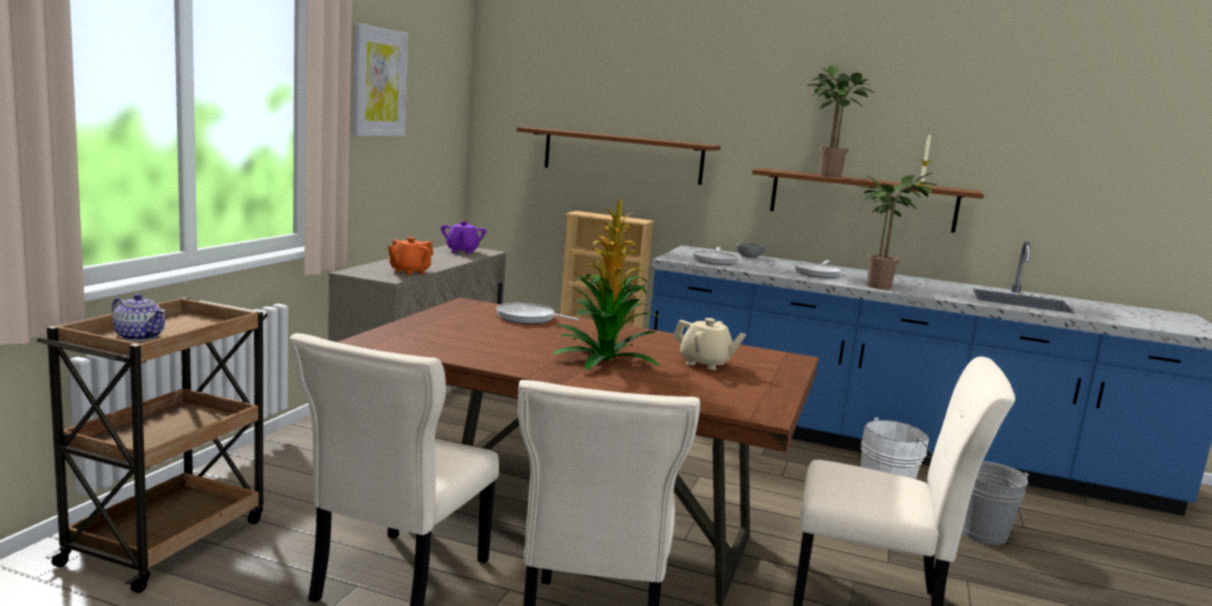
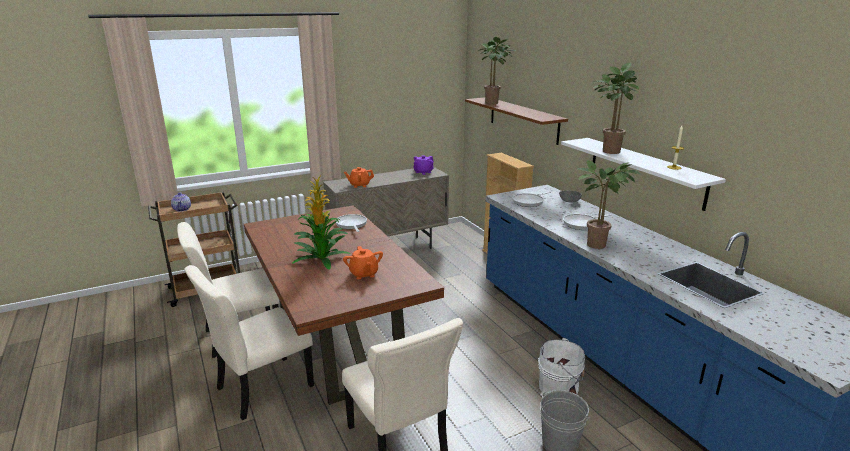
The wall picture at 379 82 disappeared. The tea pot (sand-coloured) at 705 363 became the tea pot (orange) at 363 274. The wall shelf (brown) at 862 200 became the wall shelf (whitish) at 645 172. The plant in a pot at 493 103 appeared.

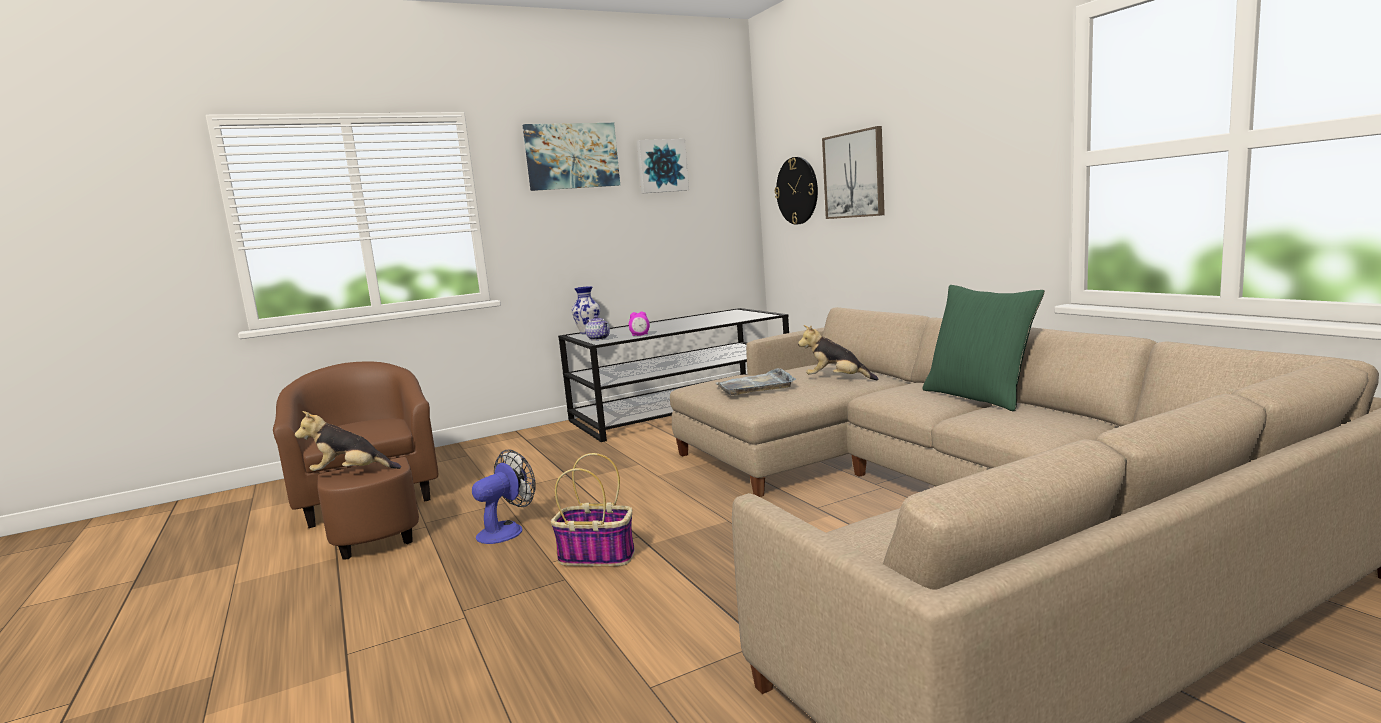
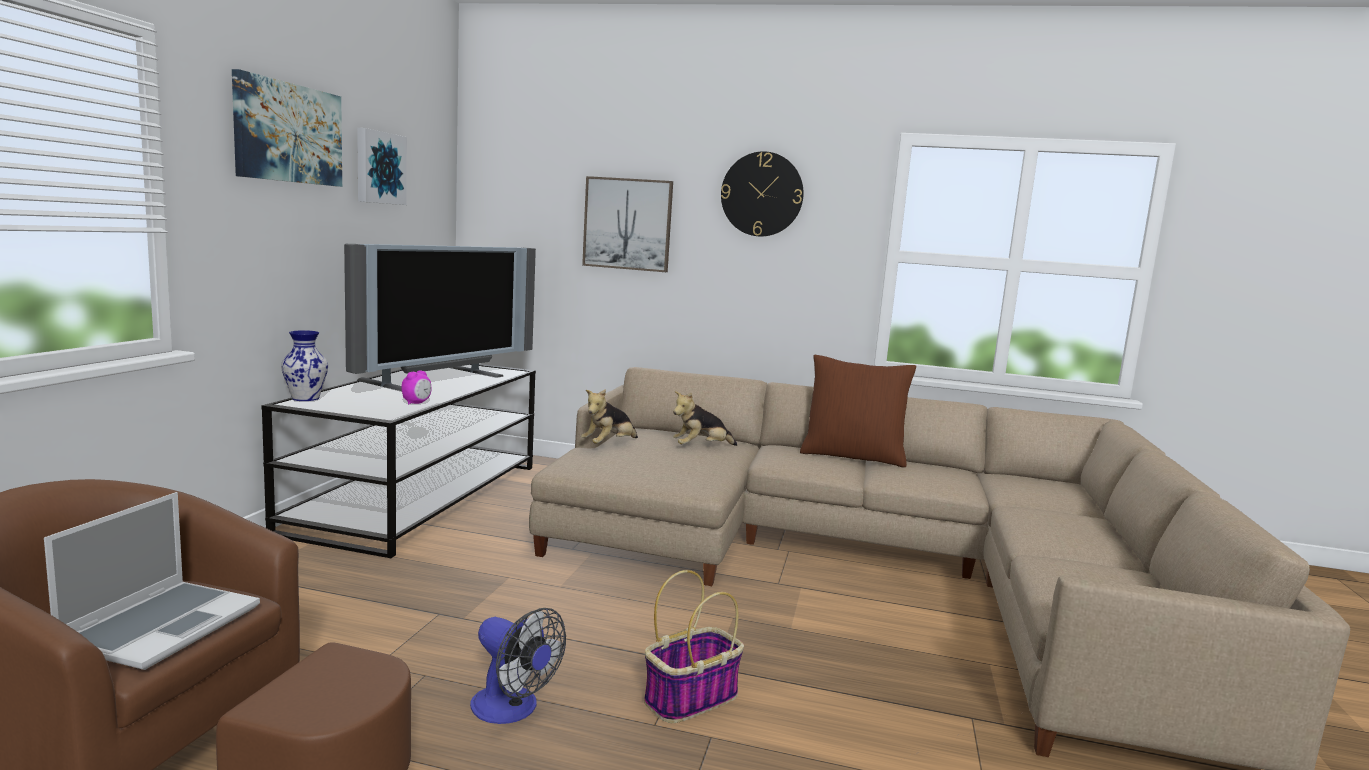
The cuddly toy moved from 351 473 to 609 445. The cooling fan at 506 530 turned 135 degrees clockwise. The tea pot at 599 338 disappeared. The serving tray (grey) at 755 385 disappeared. The clock on the wall moved from 797 190 to 762 194. The throw pillow (green) at 979 397 became the throw pillow (brown) at 853 456. The portable computer at 162 626 appeared. The television at 442 380 appeared.

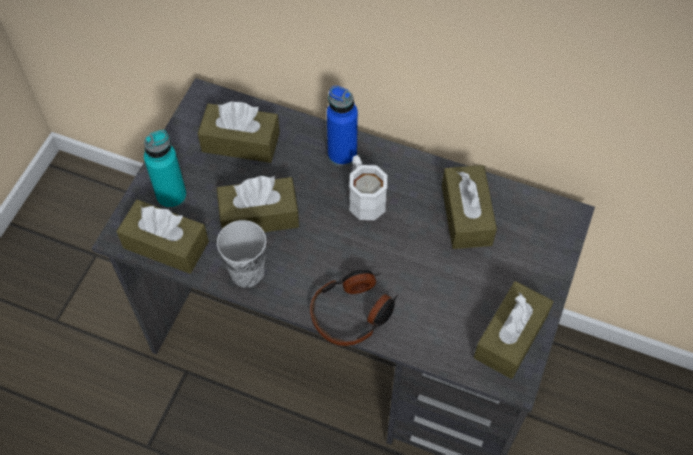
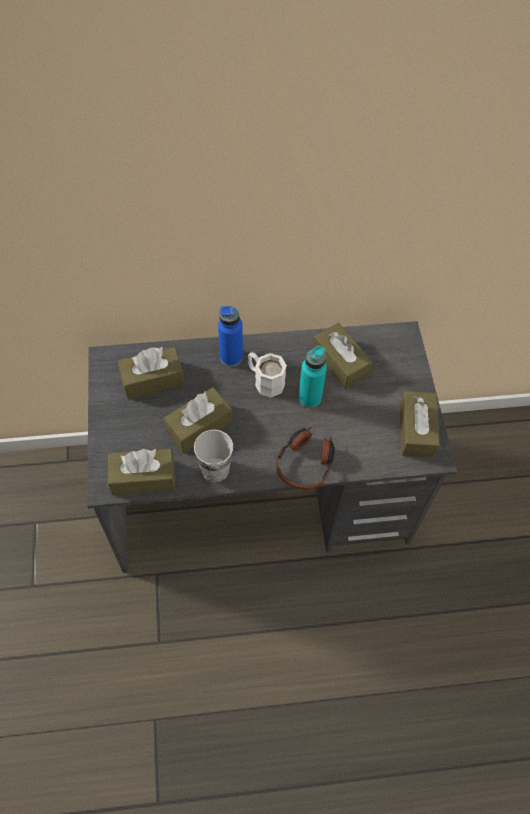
The bottle (turquoise-coloured) moved from 171 196 to 309 398.

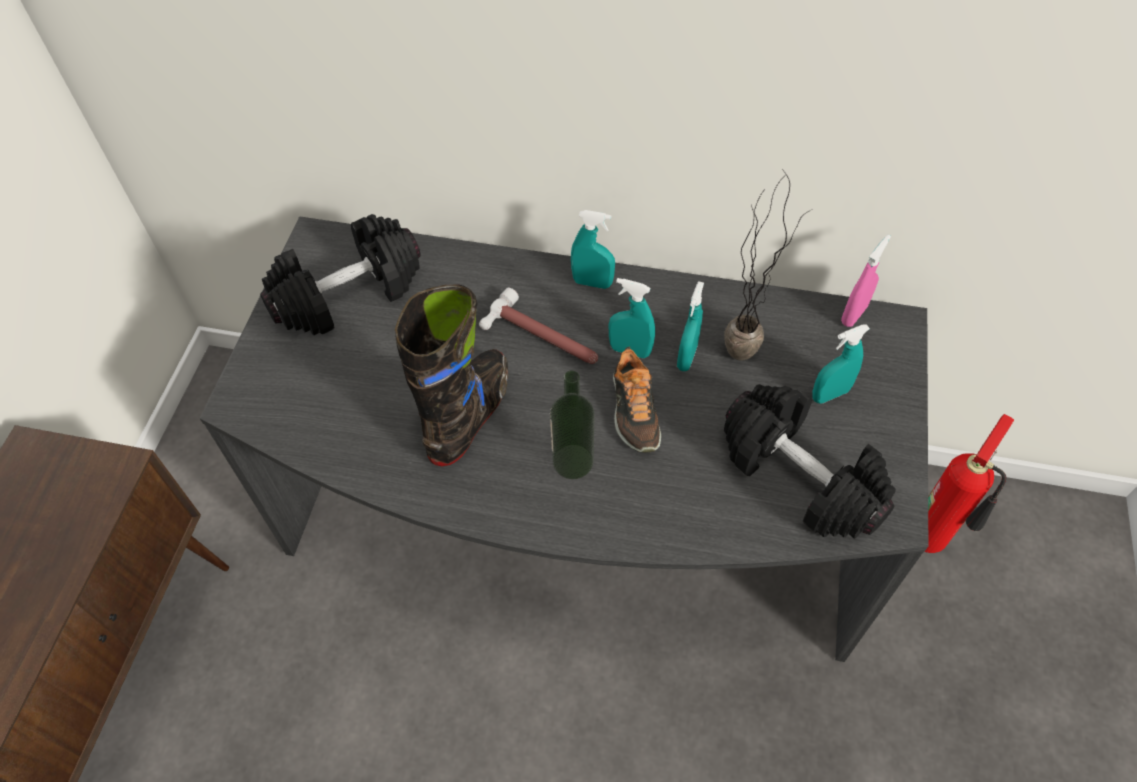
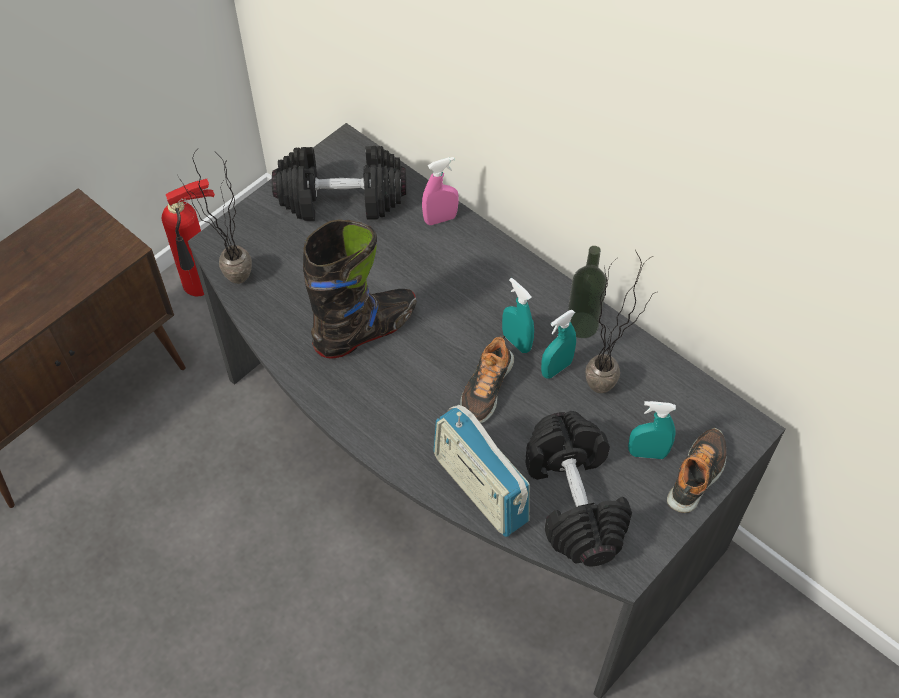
The tool hammer at 542 338 disappeared. The bottle moved from 572 461 to 582 325. The sprayer (turquoise-coloured) at 592 283 disappeared. The sprayer (pinkish) moved from 853 315 to 440 219. The fire extinguisher moved from 933 535 to 202 285. The plant in a pot at 230 283 appeared. The radio at 480 489 appeared. The shoe at 697 475 appeared.

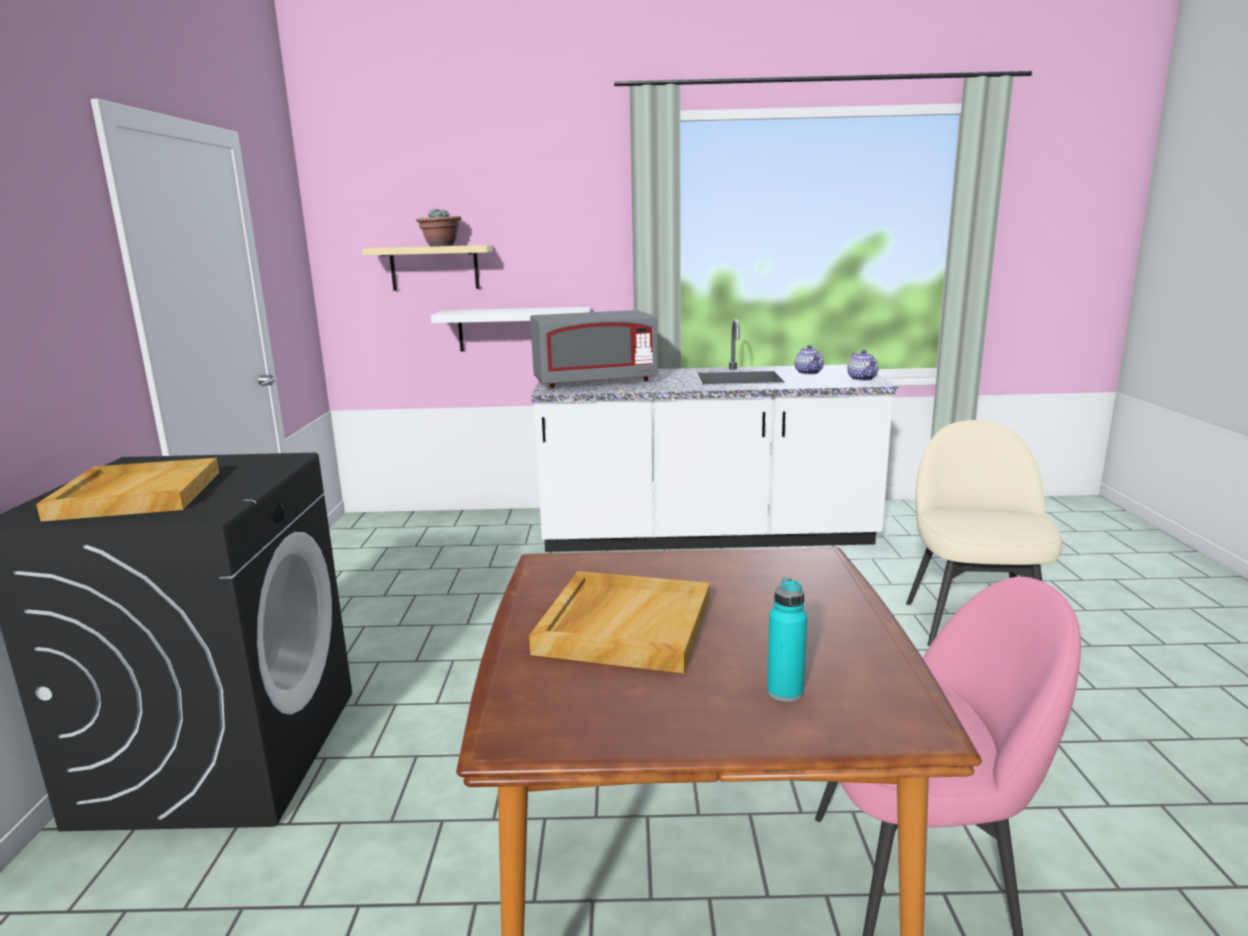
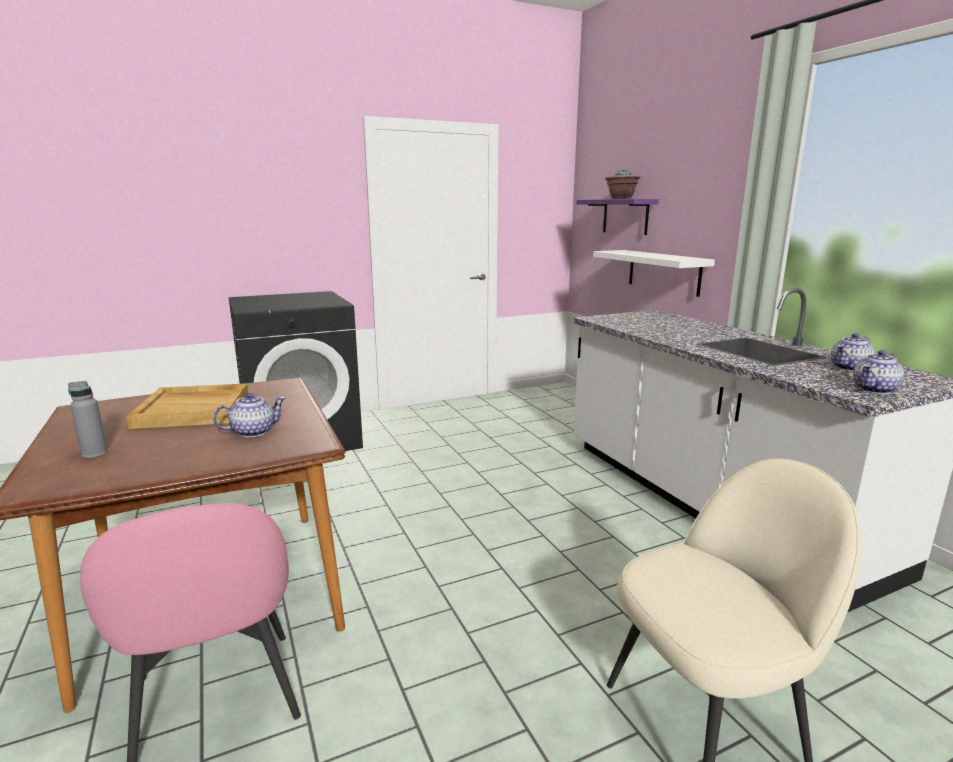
The serving tray (sand-coloured) at 136 494 disappeared. The wall shelf (sand-coloured) at 434 268 became the wall shelf (purple-coloured) at 625 216. The microwave (grey) at 594 381 disappeared. The bottle (turquoise-coloured) at 785 692 became the bottle (grey) at 94 453. The tea pot at 253 431 appeared.

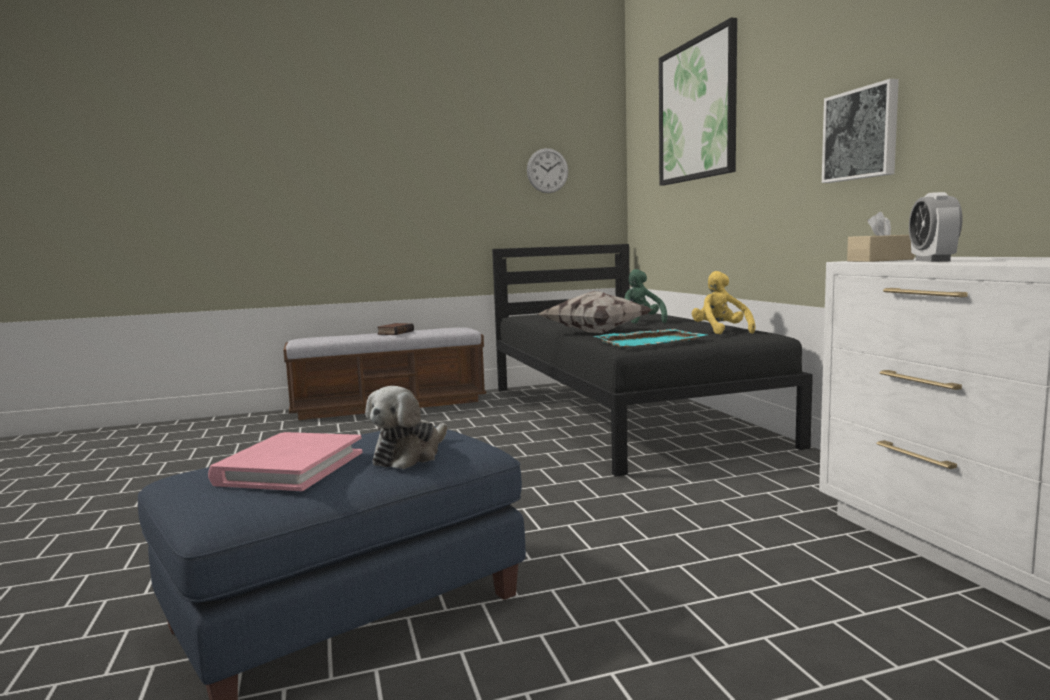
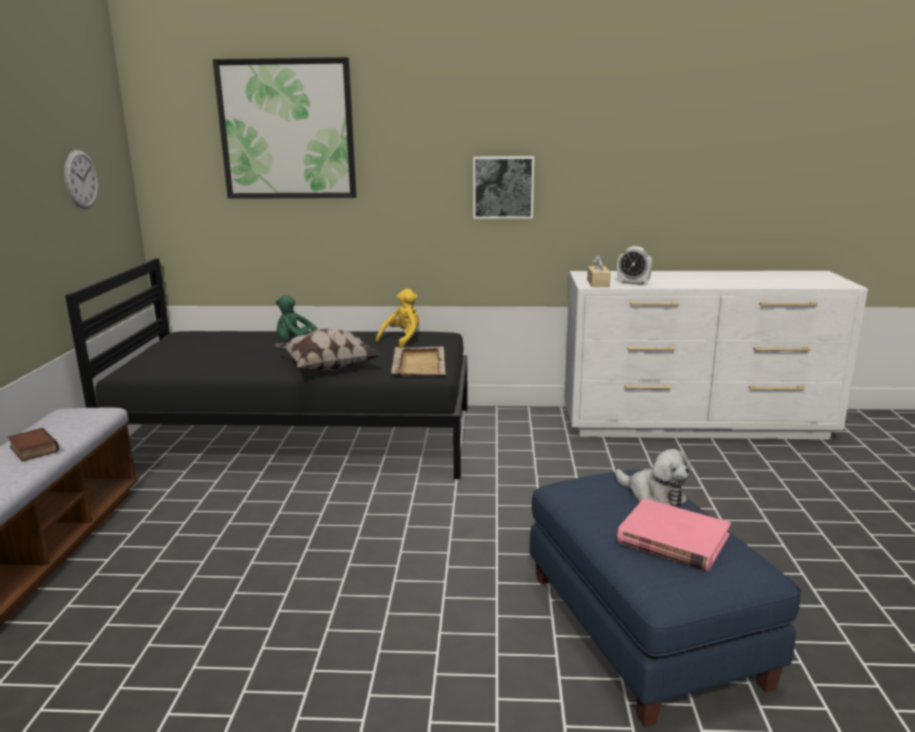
The serving tray (turquoise-coloured) at 651 341 became the serving tray (sand-coloured) at 419 364. The cuddly toy (yellow) at 720 332 turned 120 degrees clockwise.

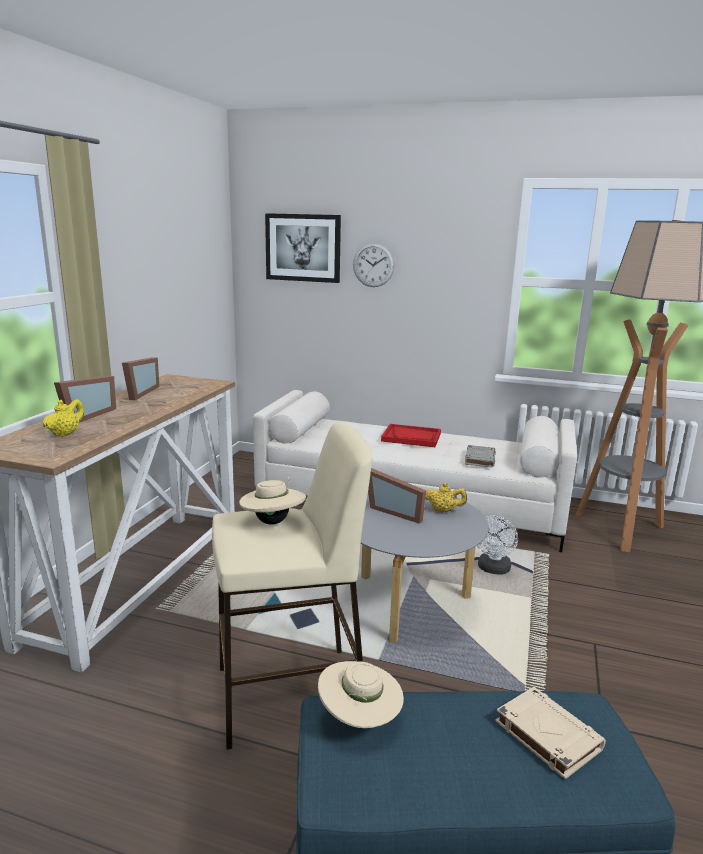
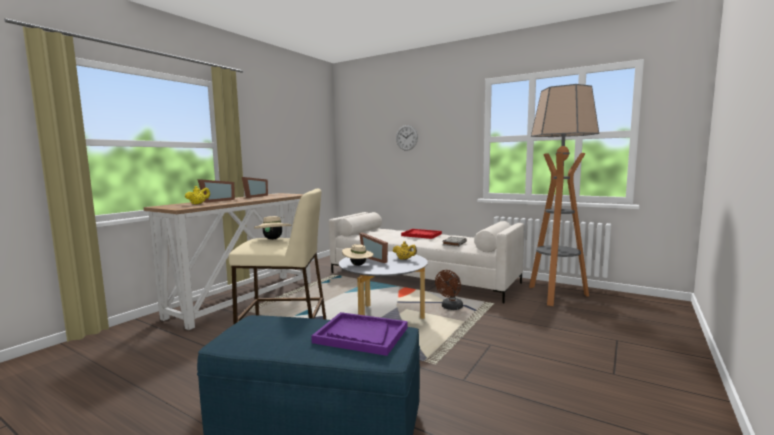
The wall picture at 303 248 disappeared. The hat (sand-coloured) moved from 360 718 to 358 265. The cooling fan (whitish) at 493 569 became the cooling fan (brown) at 450 308. The book (sand-coloured) at 546 735 was replaced by the serving tray (purple-coloured) at 361 335.

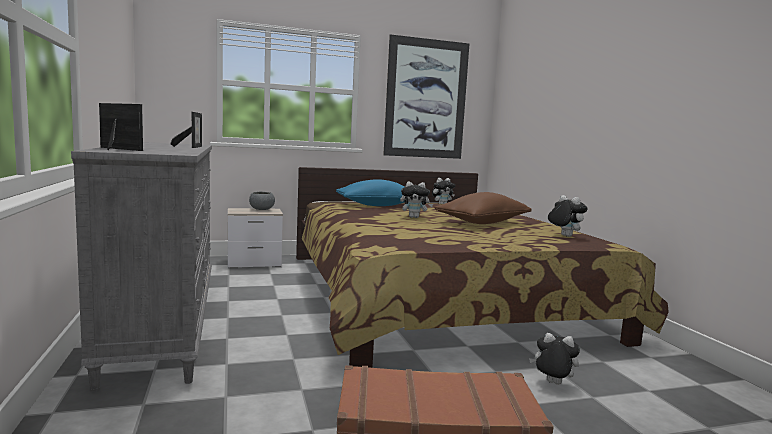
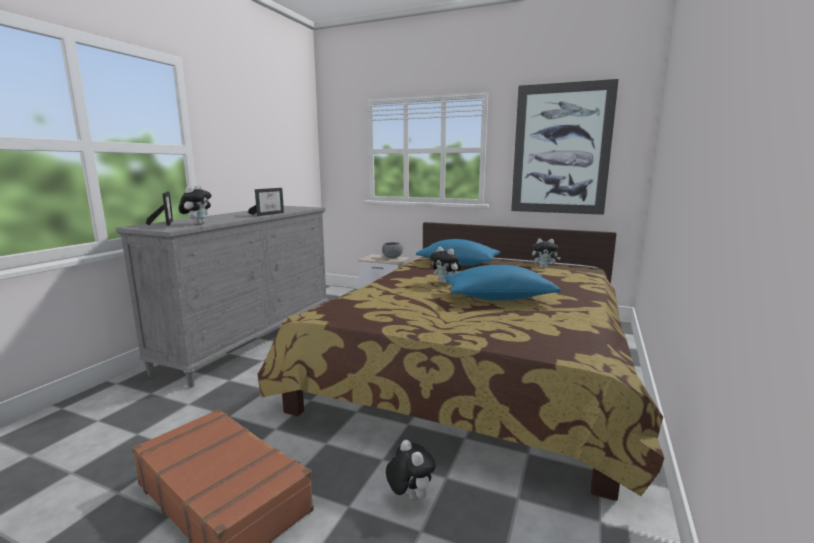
The throw pillow (brown) at 482 223 became the throw pillow (blue) at 498 298. The cuddly toy moved from 564 236 to 197 224.

